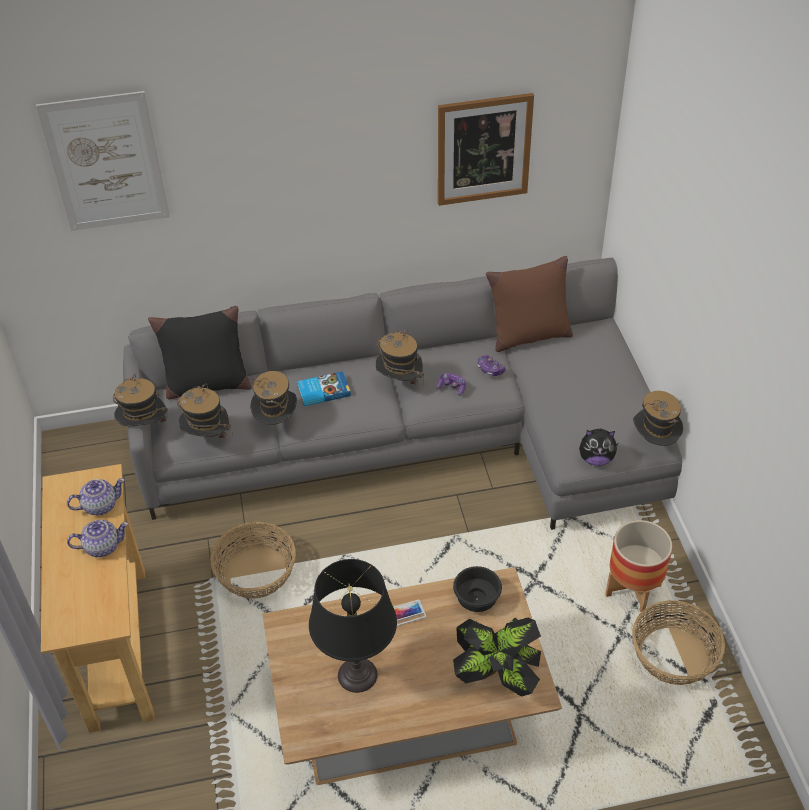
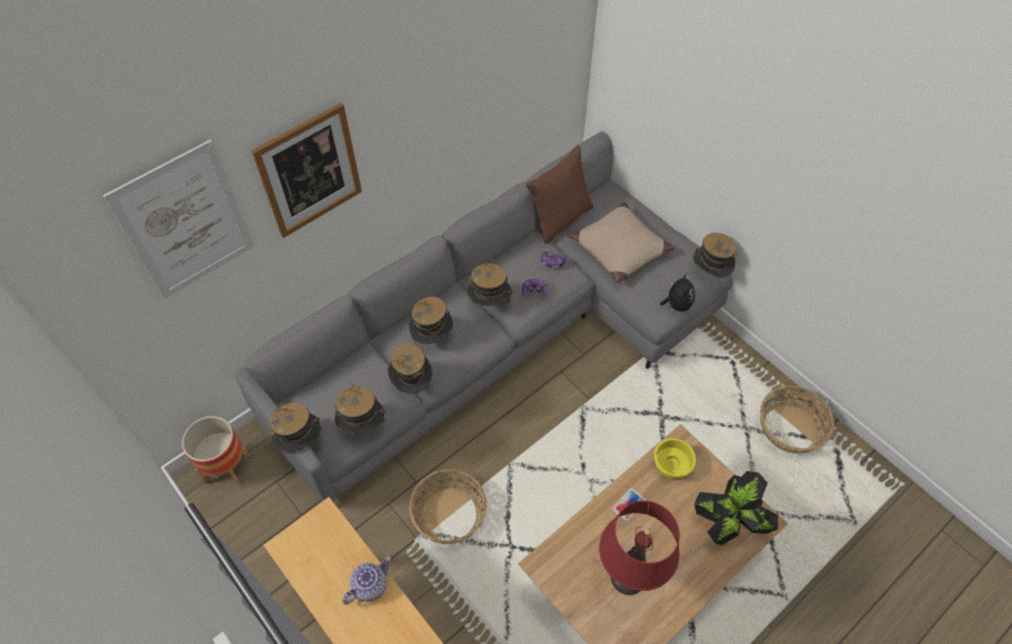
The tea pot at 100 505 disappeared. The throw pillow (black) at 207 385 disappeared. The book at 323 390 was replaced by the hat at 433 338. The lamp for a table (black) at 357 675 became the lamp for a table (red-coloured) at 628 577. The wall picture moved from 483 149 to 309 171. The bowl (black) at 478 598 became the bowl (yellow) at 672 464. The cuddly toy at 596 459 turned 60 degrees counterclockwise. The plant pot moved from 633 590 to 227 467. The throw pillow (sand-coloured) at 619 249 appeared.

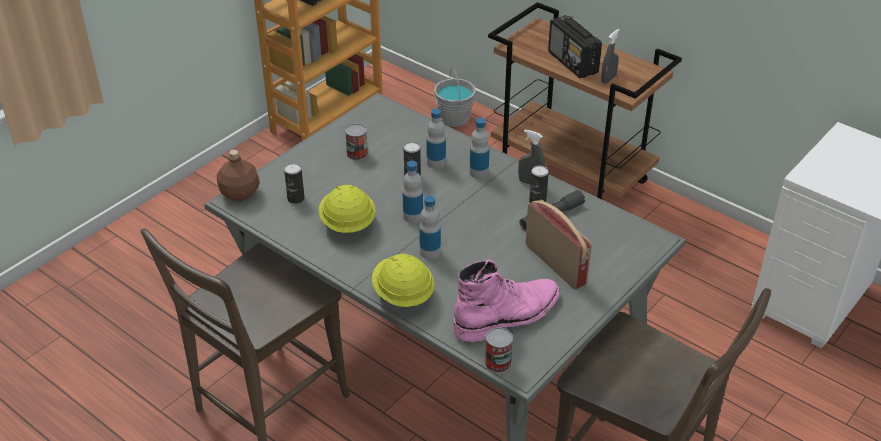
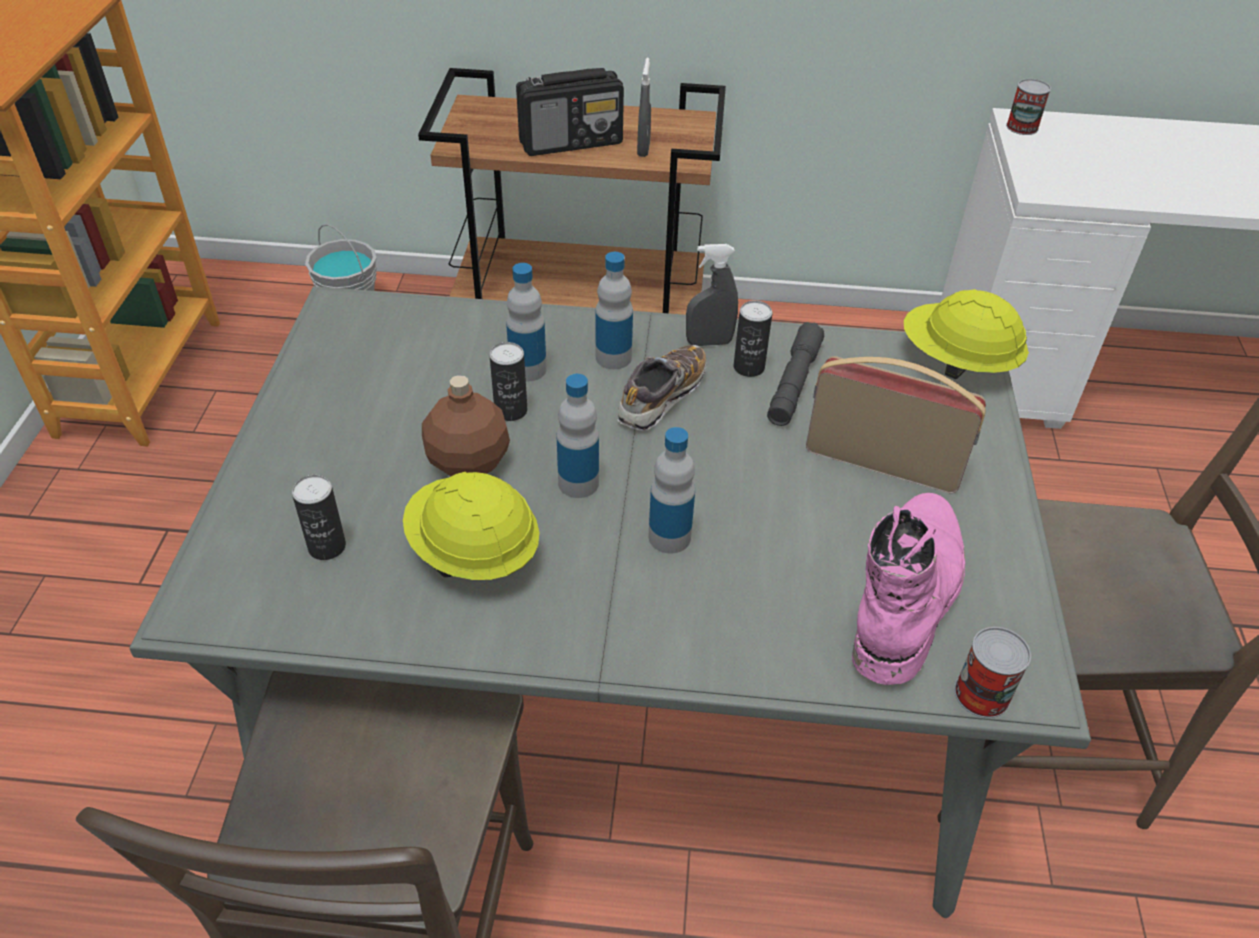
The bottle (brown) moved from 239 193 to 467 462. The sealed can moved from 357 154 to 1022 127. The work helmet (yellow) moved from 402 295 to 957 362. The radio at 573 63 turned 45 degrees counterclockwise. The shoe at 661 398 appeared.

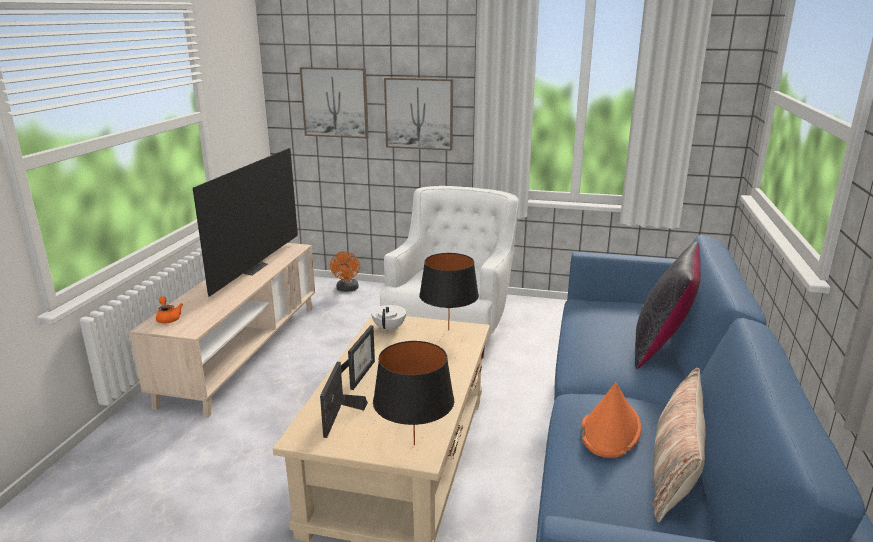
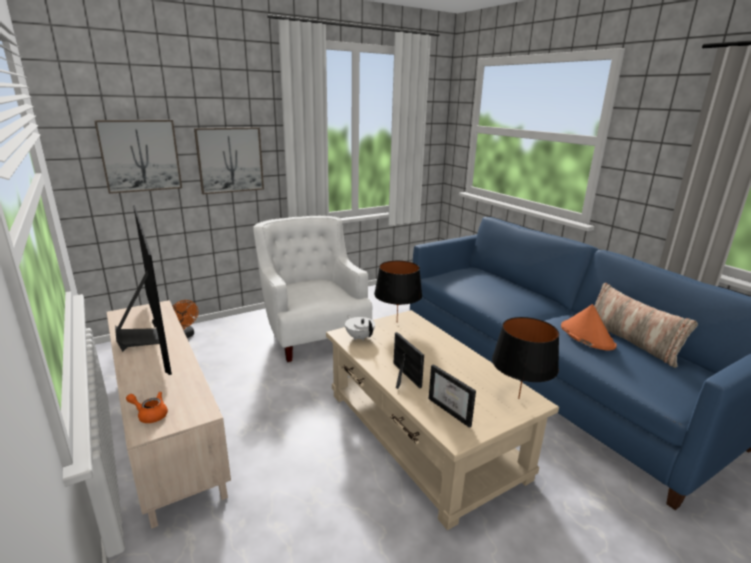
The throw pillow (black) at 661 346 disappeared.

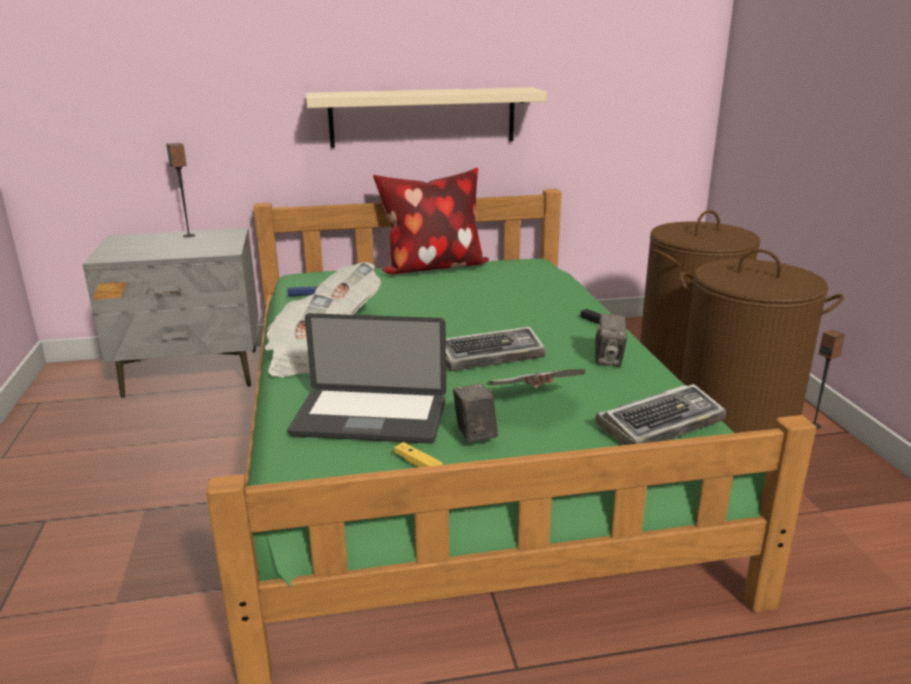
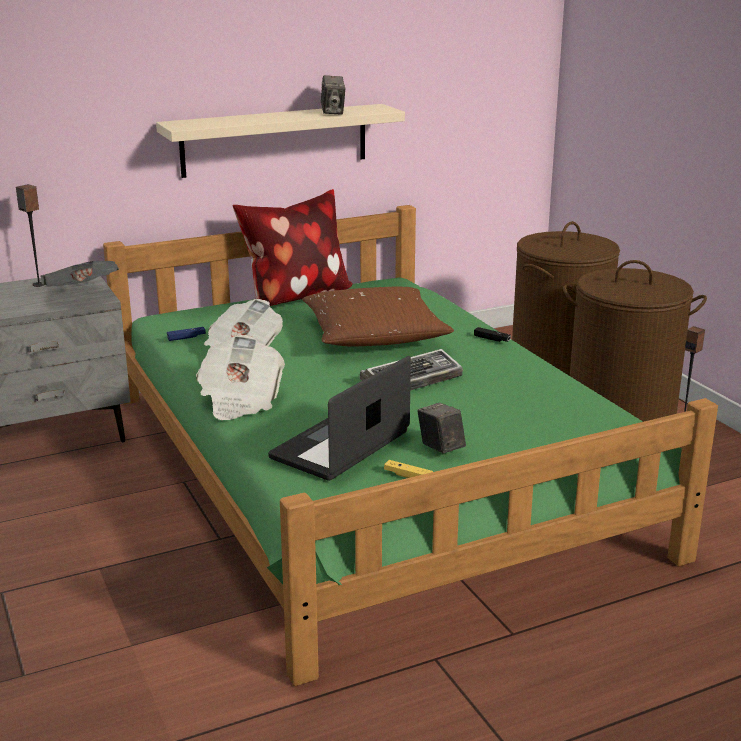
The portable computer at 370 418 turned 135 degrees clockwise. The printed paper moved from 533 403 to 81 295. The photo camera moved from 608 359 to 333 112. The computer keyboard at 661 424 disappeared. The throw pillow (brown) at 374 335 appeared.

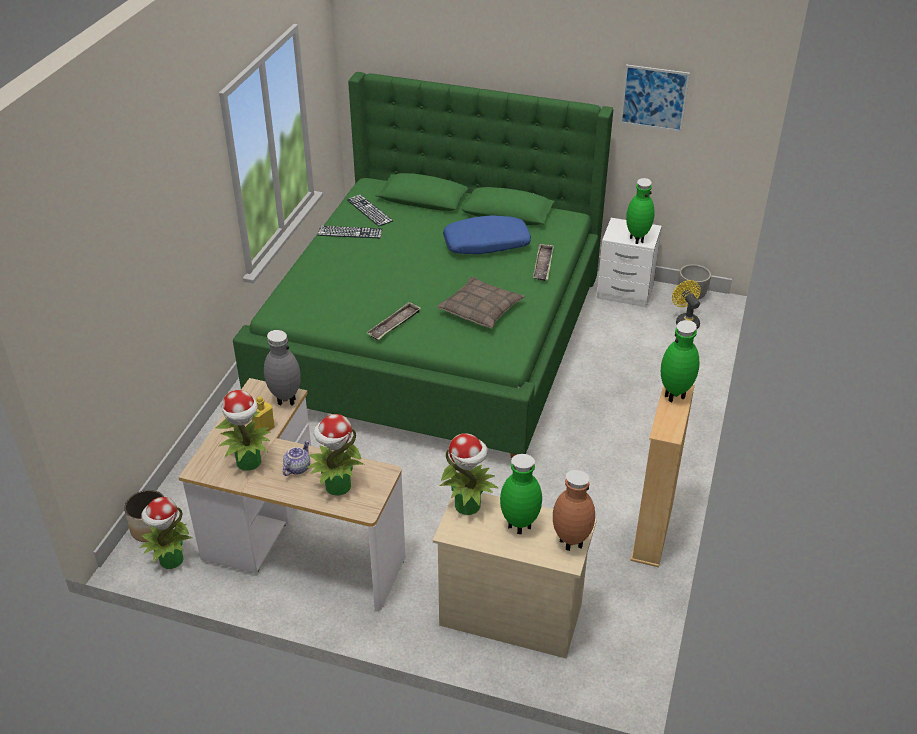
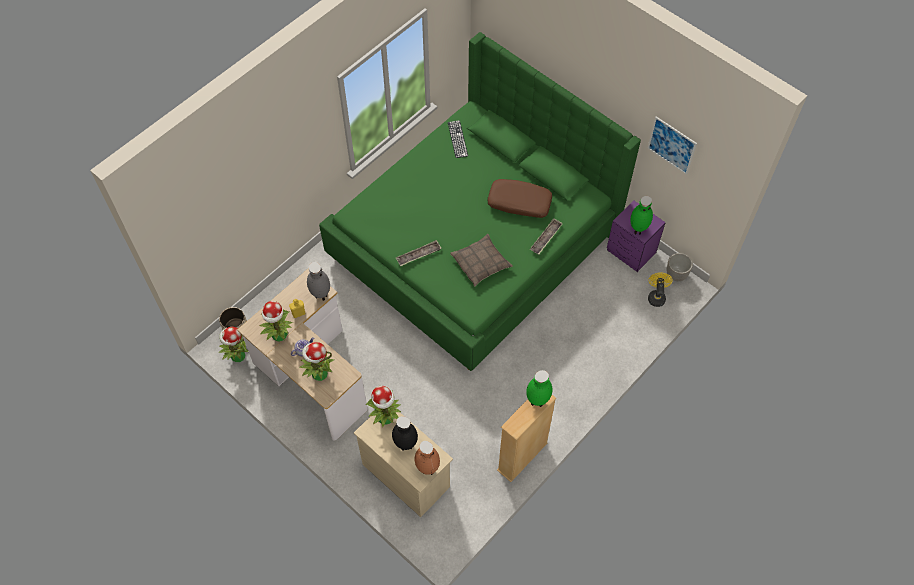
The computer keyboard at 350 232 disappeared. The throw pillow (blue) at 486 244 became the throw pillow (brown) at 519 203. The decorative vase (green) at 519 528 became the decorative vase (black) at 405 445. The night table (whitish) at 626 292 became the night table (purple-coloured) at 631 252.

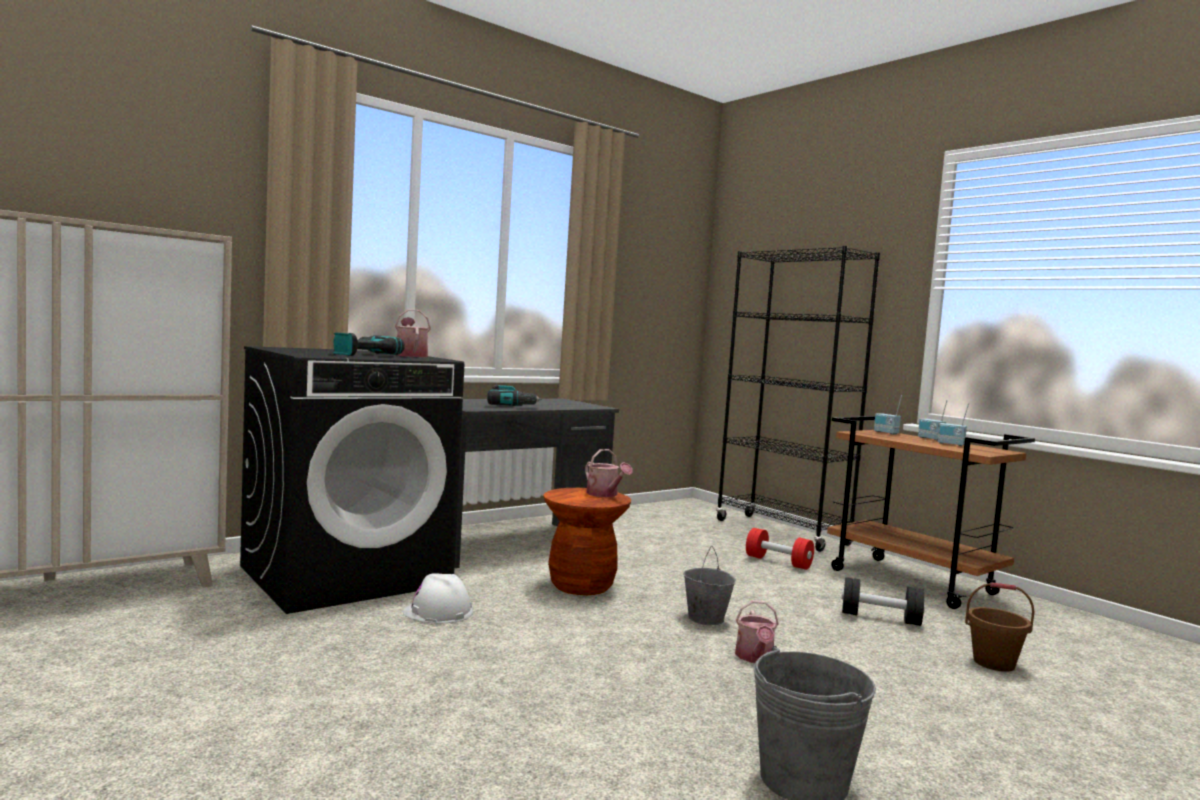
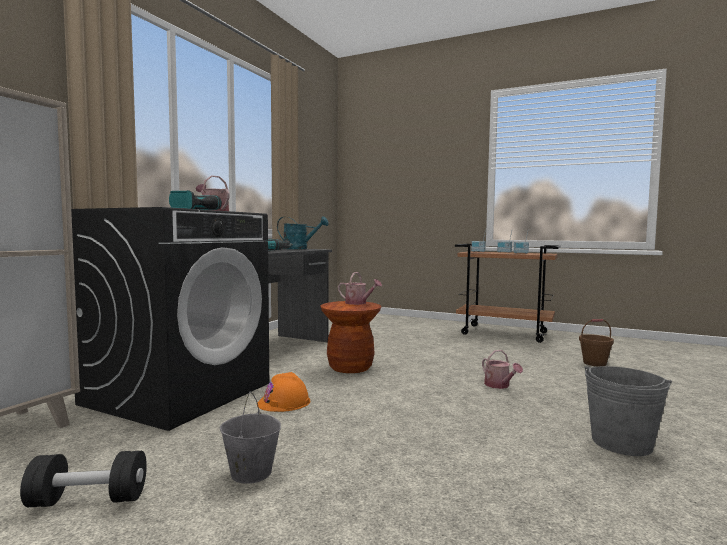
The work helmet (whitish) at 438 612 became the work helmet (orange) at 284 402. The bucket (grey) moved from 705 618 to 250 473. The bookcase (black) at 781 532 disappeared. The hand weight (red-coloured) at 778 562 disappeared. The hand weight (black) moved from 880 618 to 88 500. The sprinkling can (turquoise-coloured) at 300 248 appeared.

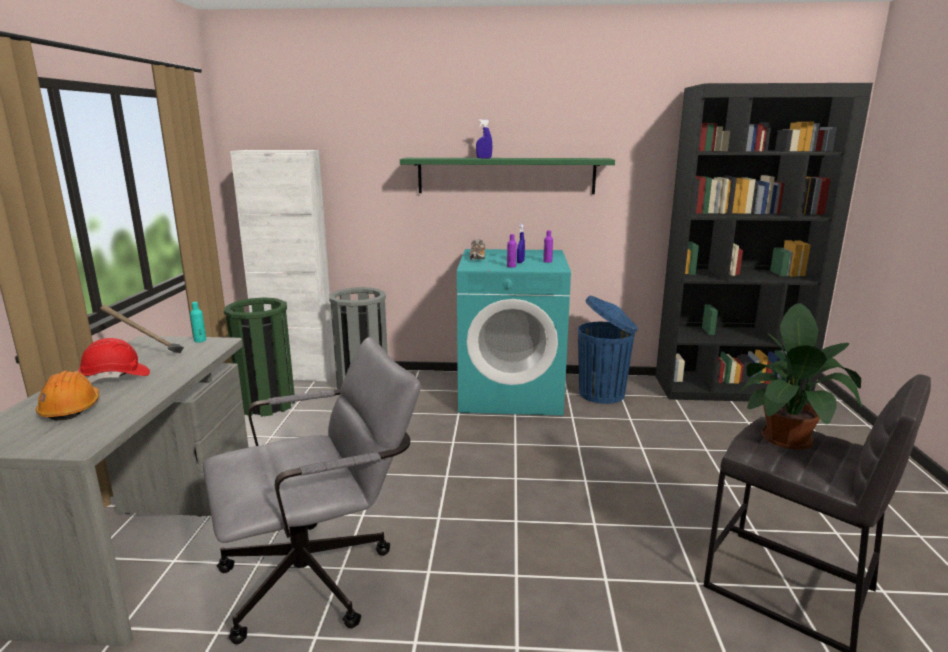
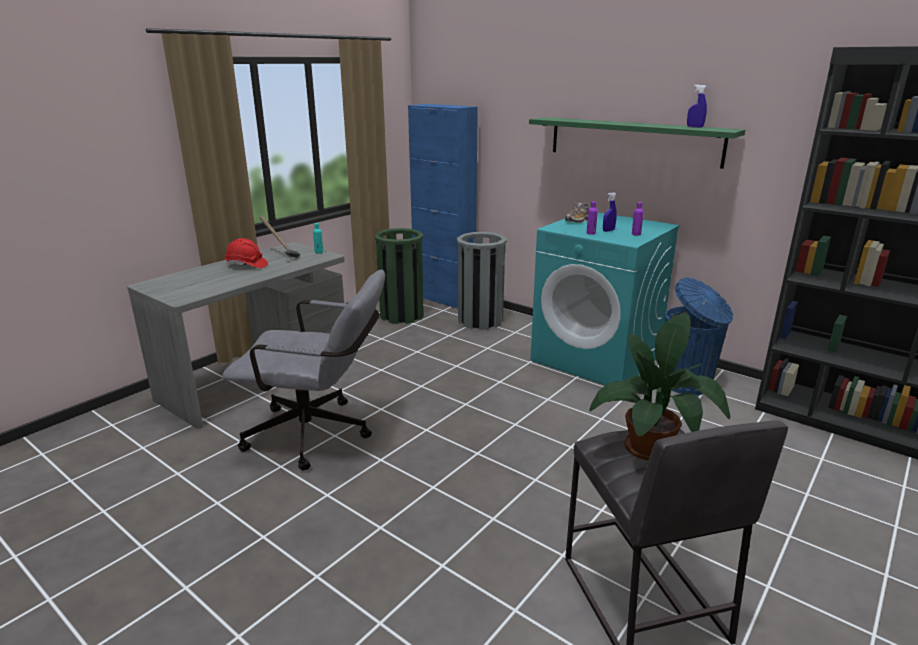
The work helmet (orange) at 71 408 disappeared. The storage cabinet (whitish) at 297 375 became the storage cabinet (blue) at 444 299. The sprayer (blue) moved from 484 158 to 695 127.

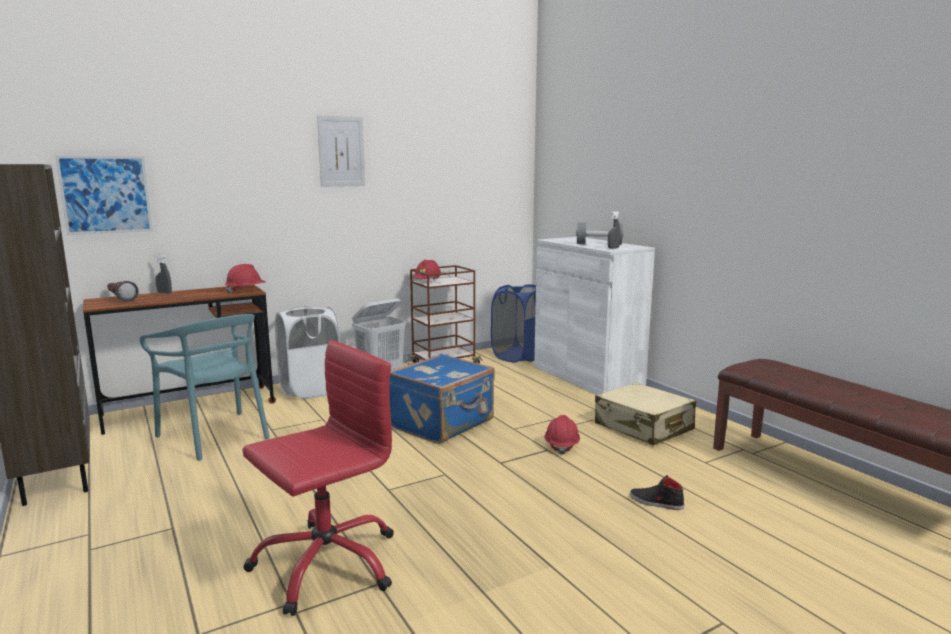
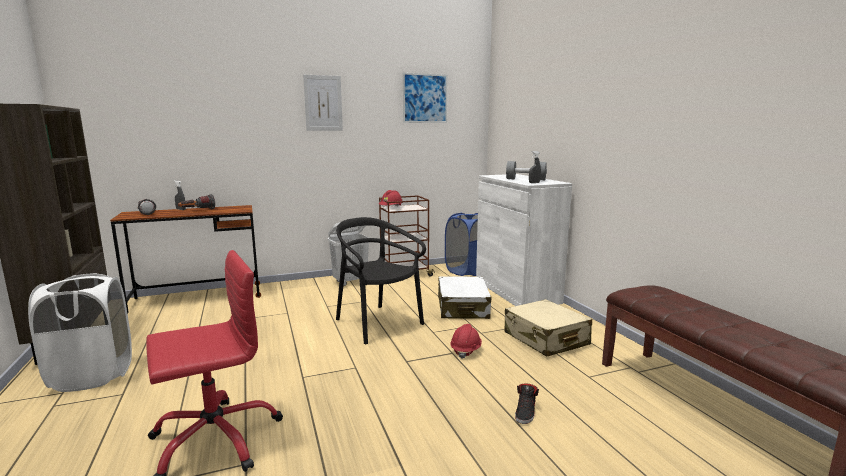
The wall picture moved from 106 195 to 425 98. The plain chair (turquoise-coloured) at 215 435 disappeared. The work helmet (red-coloured) at 246 291 disappeared. The laundry basket (whitish) moved from 310 390 to 93 375. The travel case (blue) at 443 424 was replaced by the plain chair (black) at 377 323. The shoe (black) at 656 502 turned 105 degrees counterclockwise. The torch at 197 210 appeared. The travel case (whitish) at 463 308 appeared.

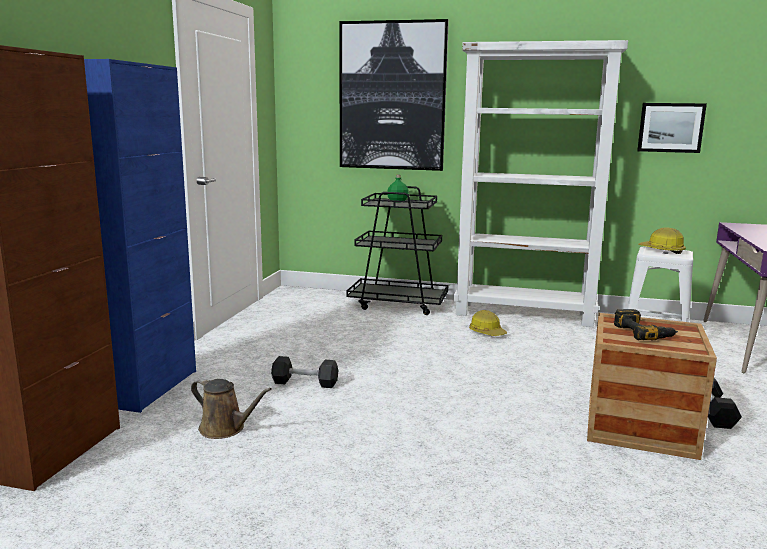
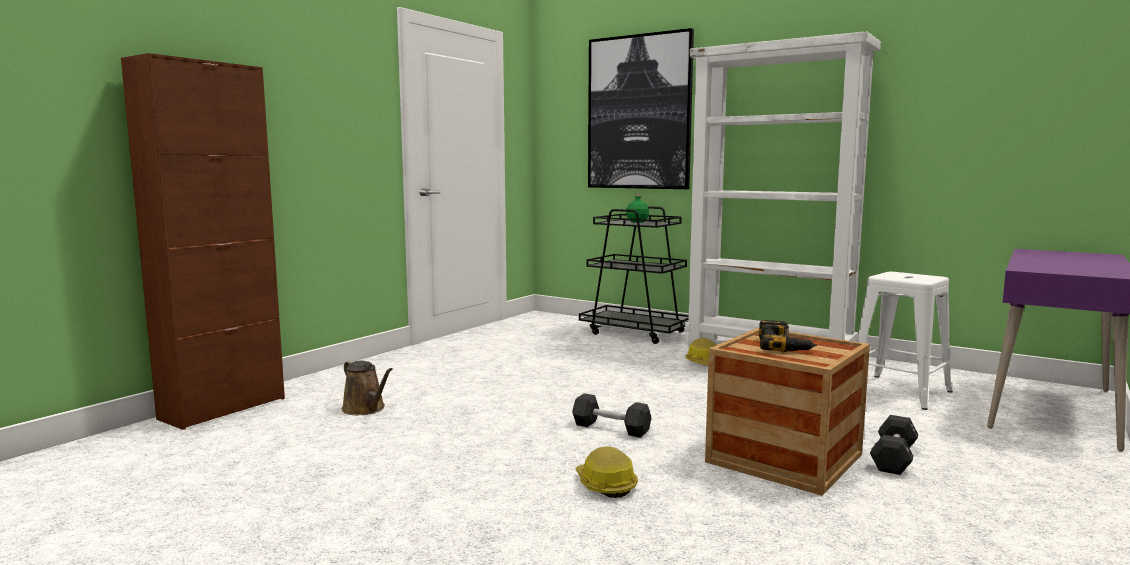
The storage cabinet (blue) at 151 388 disappeared. The hand weight (black) moved from 305 383 to 611 428. The wall picture at 670 127 disappeared. The work helmet moved from 662 250 to 605 485.

